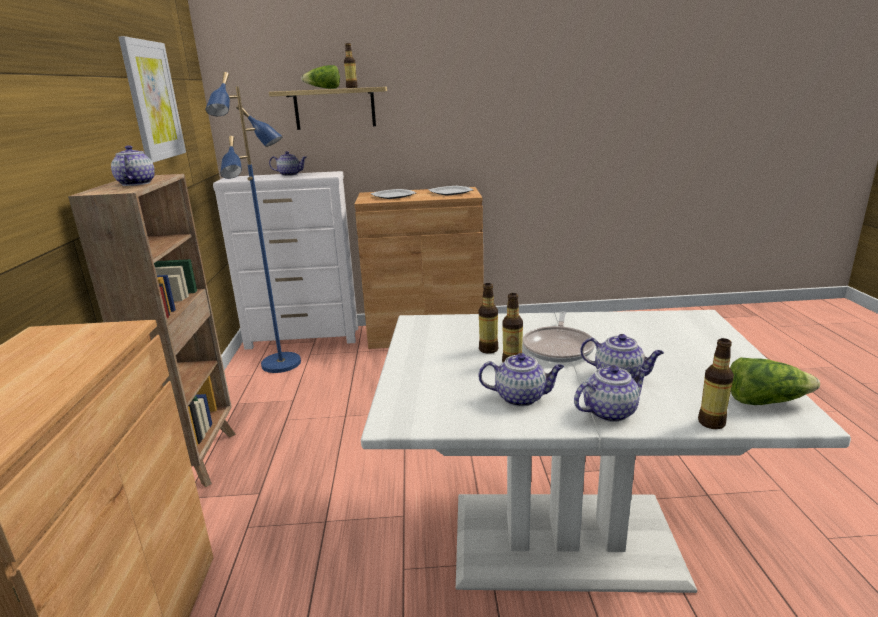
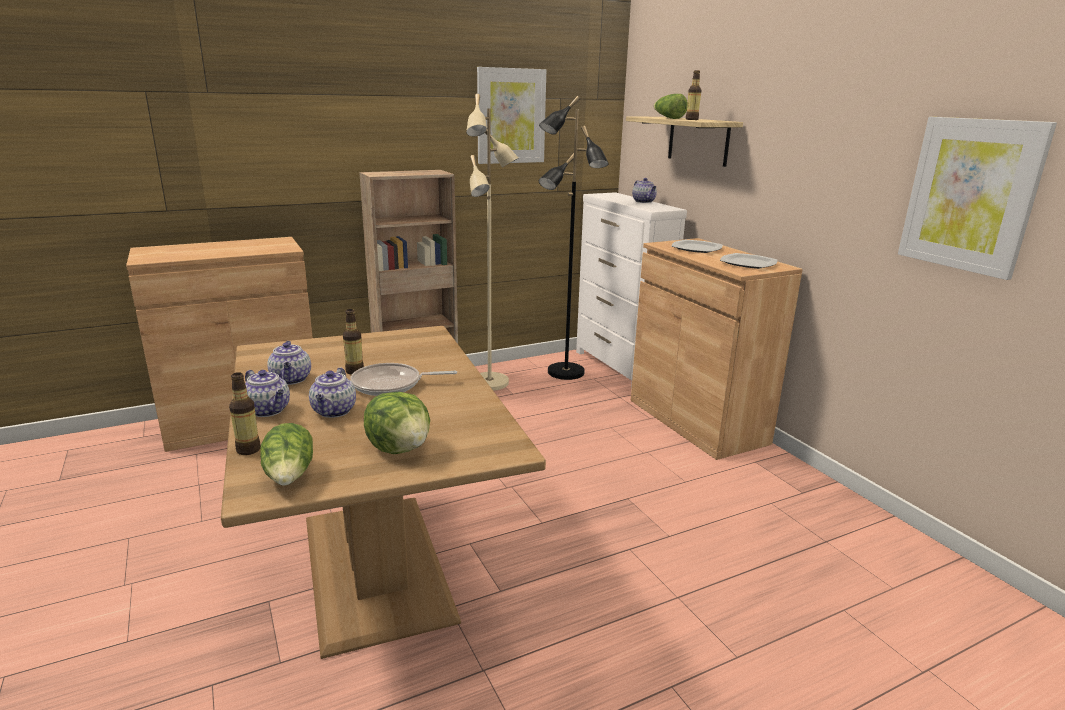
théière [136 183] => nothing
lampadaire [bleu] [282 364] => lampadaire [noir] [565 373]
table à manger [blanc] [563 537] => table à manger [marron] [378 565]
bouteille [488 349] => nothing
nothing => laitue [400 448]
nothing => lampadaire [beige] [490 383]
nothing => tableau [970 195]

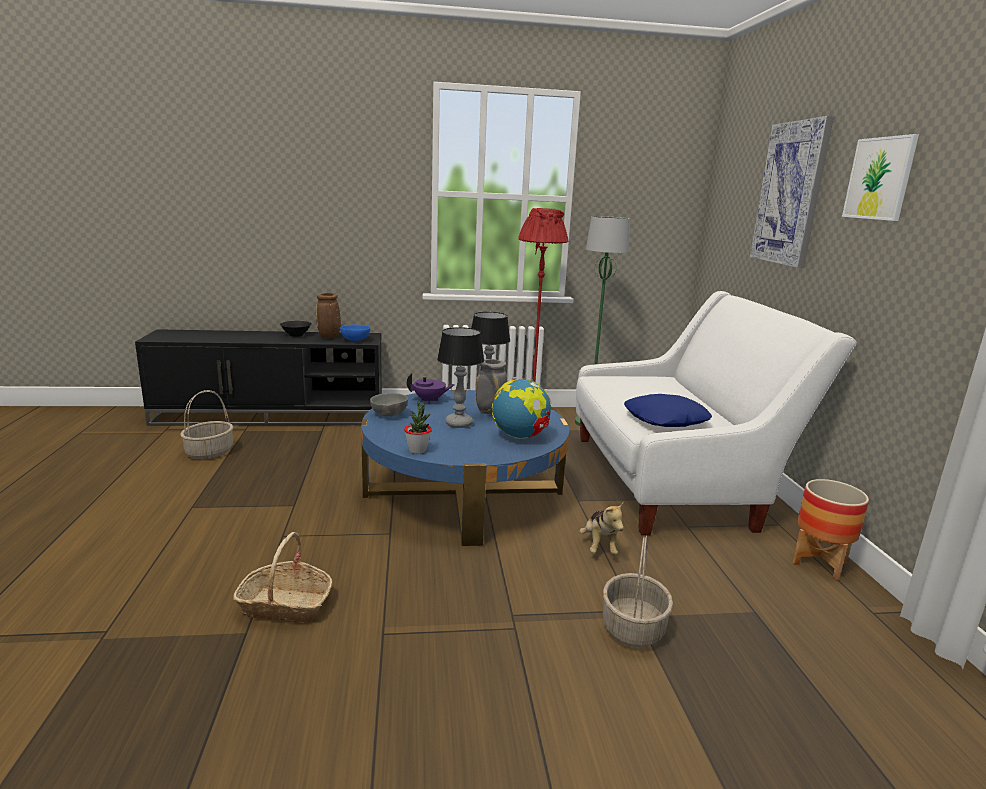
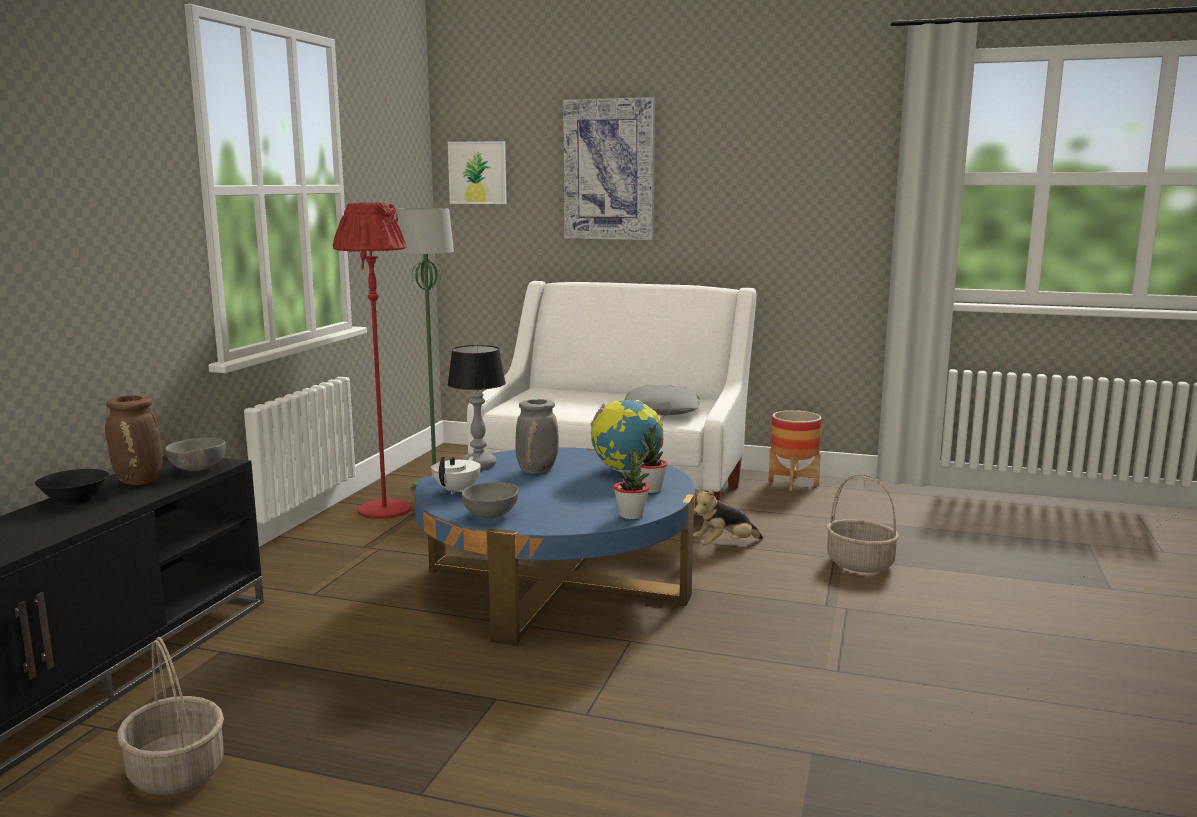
panier [285 605] => nothing
bol [bleu] [354 340] => bol [gris] [197 469]
théière [violet] [430 400] => théière [blanc] [457 490]
lampe de table [458 424] => nothing
peluche [599 546] => peluche [725 546], 135 degrees clockwise
coussin [bleu] [666 419] => coussin [gris] [662 410]
tableau [879 178] => tableau [477 172], shifted
nothing => plante en pot [650 489]

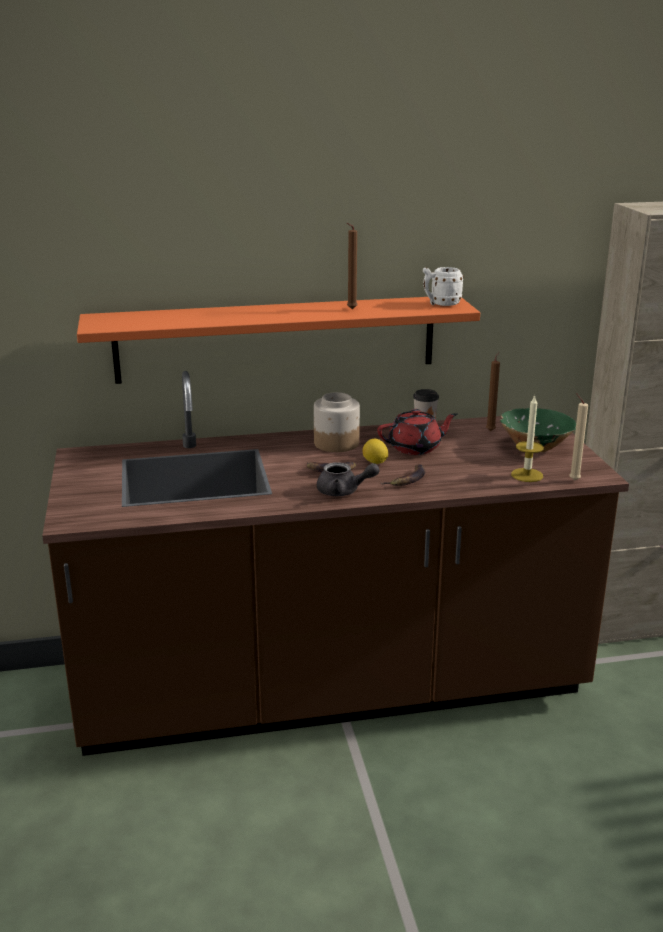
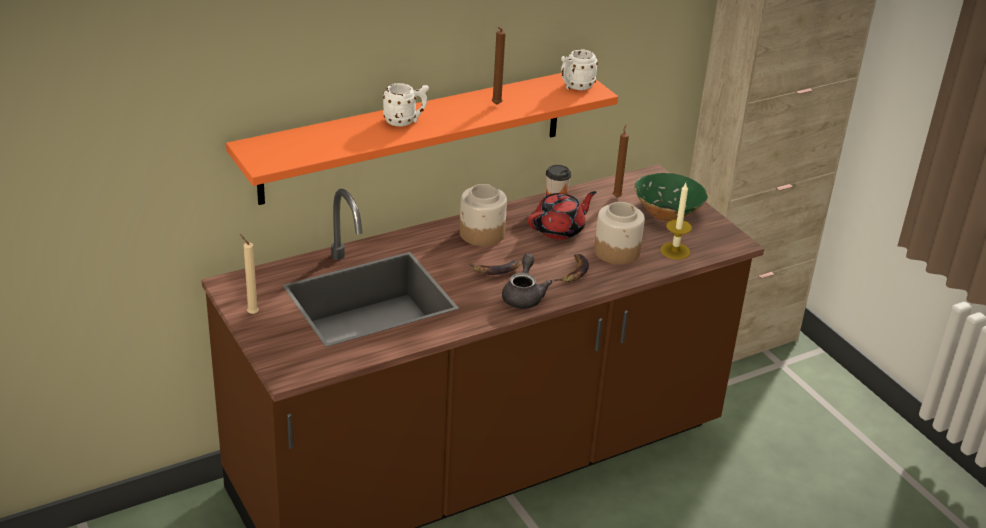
théière [gris] [343 491] => théière [gris] [523 296], 75 degrees counterclockwise
citron [375 462] => nothing
bougie [beige] [573 479] => bougie [beige] [251 313], shifted
nothing => mug [blanc] [405 121]
nothing => bocal [617 251]

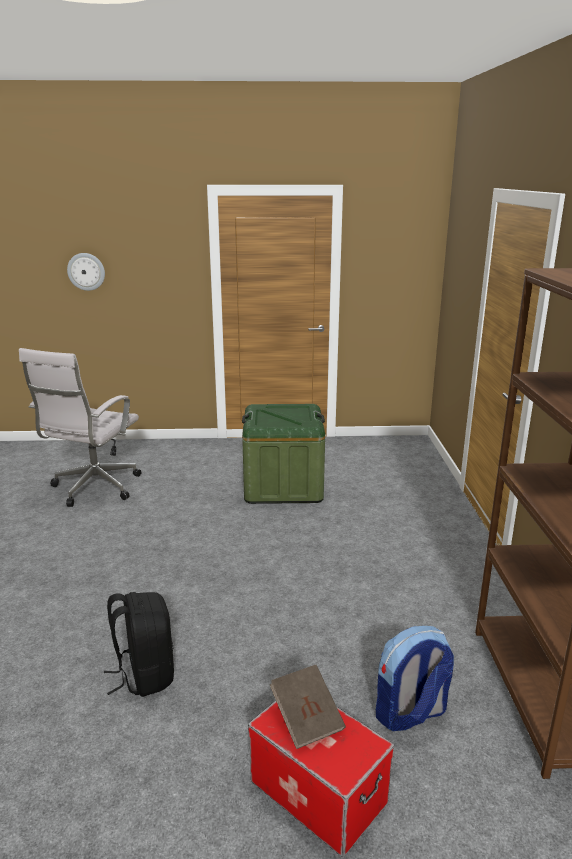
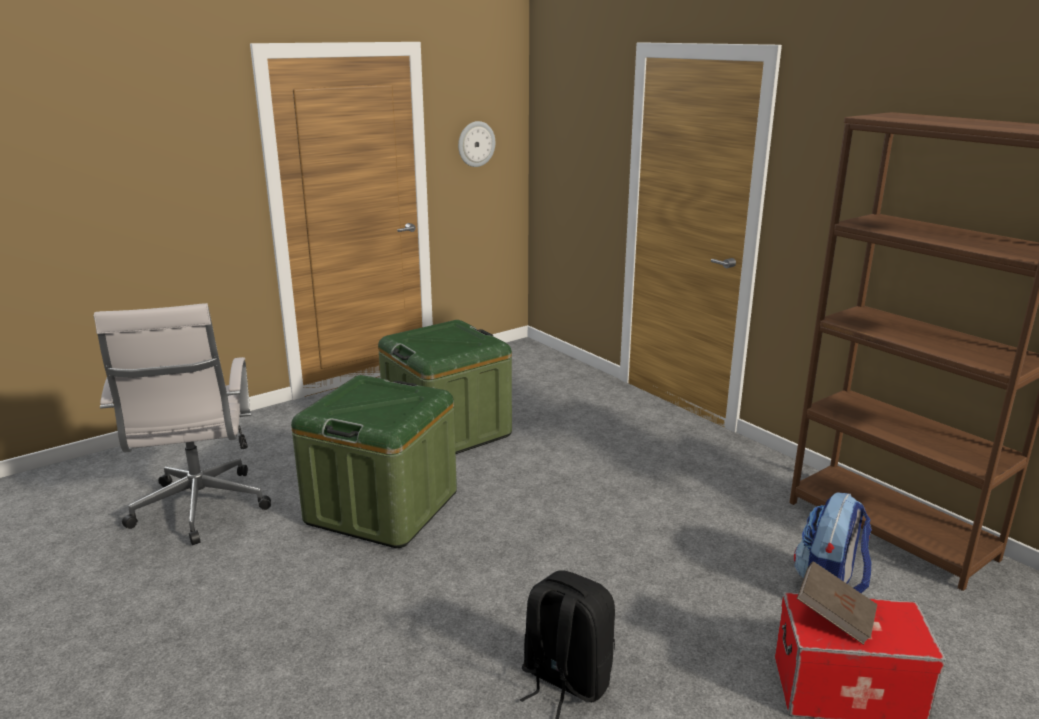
horloge murale [86 271] => horloge murale [476 144], shifted
nothing => boîte de rangement [vert] [382 507]

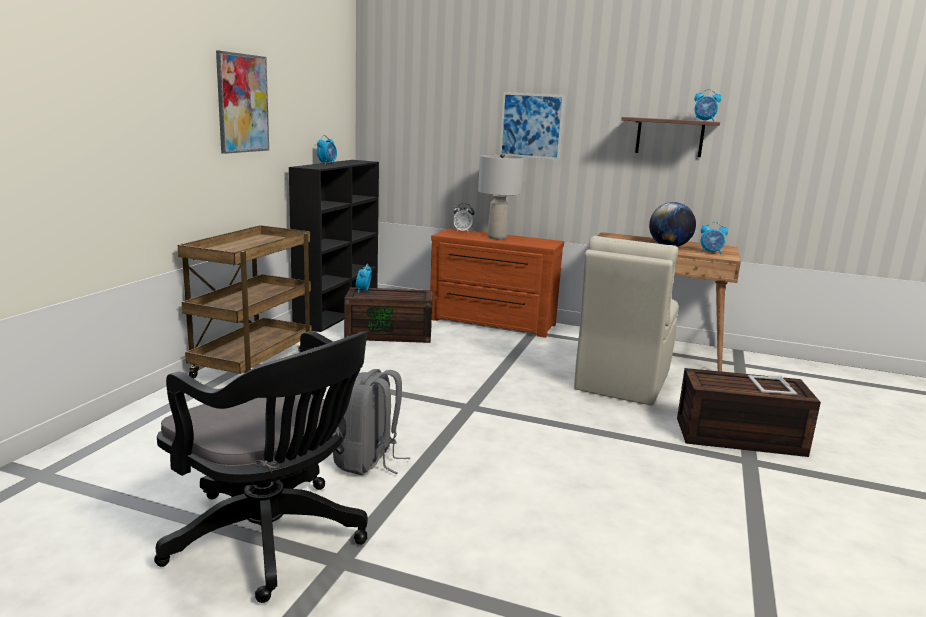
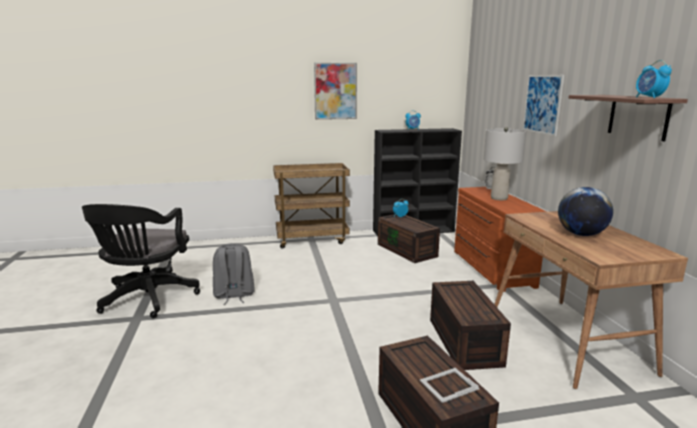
chaise [beige] [621 382] => boîte de rangement [marron] [462 341]
réveil [711 252] => nothing

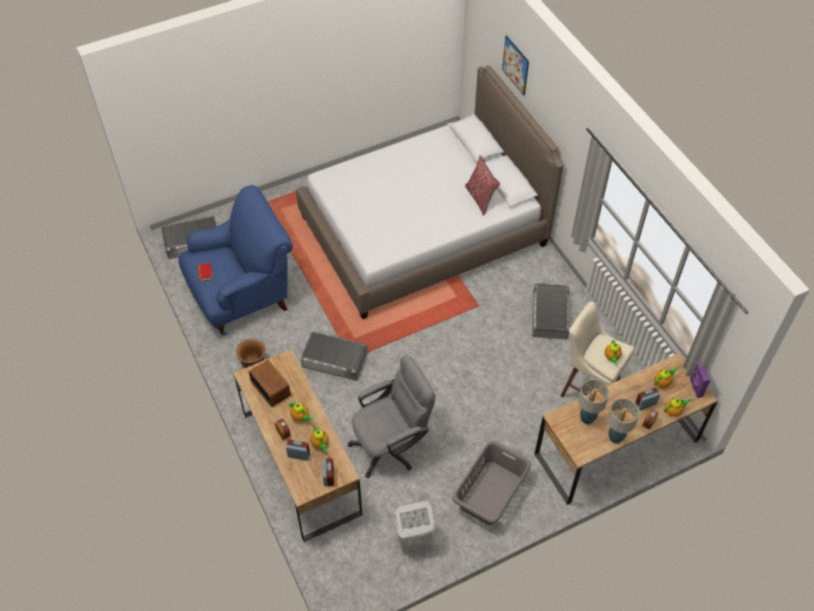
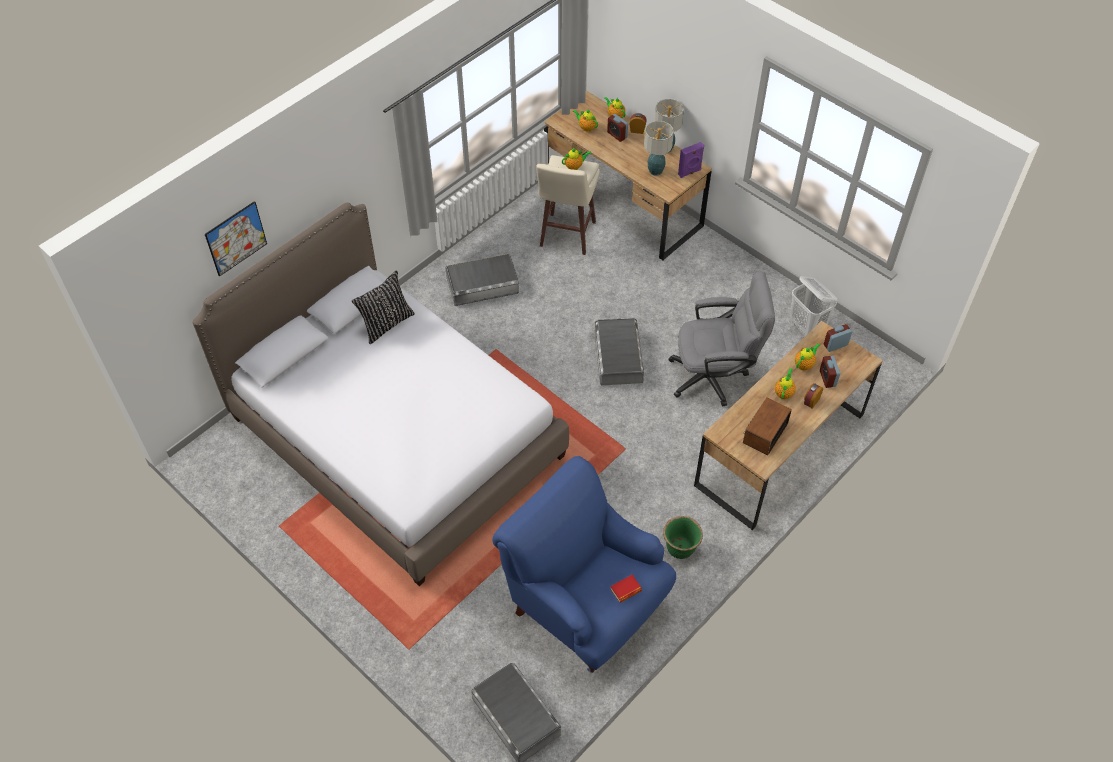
cache-pot [marron] [253 363] => cache-pot [vert] [680 548]
boîte de rangement [gris] [334 359] => boîte de rangement [gris] [618 356], shifted
chaise de bureau [gris] [391 445] => chaise de bureau [gris] [715 376], 135 degrees clockwise
panier à linge [gris] [489 493] => nothing
coussin [rouge] [480 198] => coussin [noir] [386 324]
enceinte [violet] [695 388] => enceinte [violet] [690 172], shifted

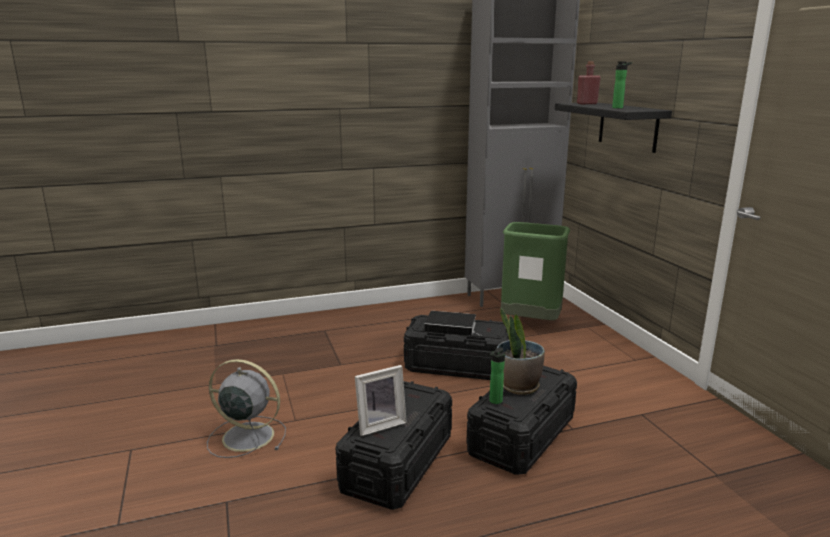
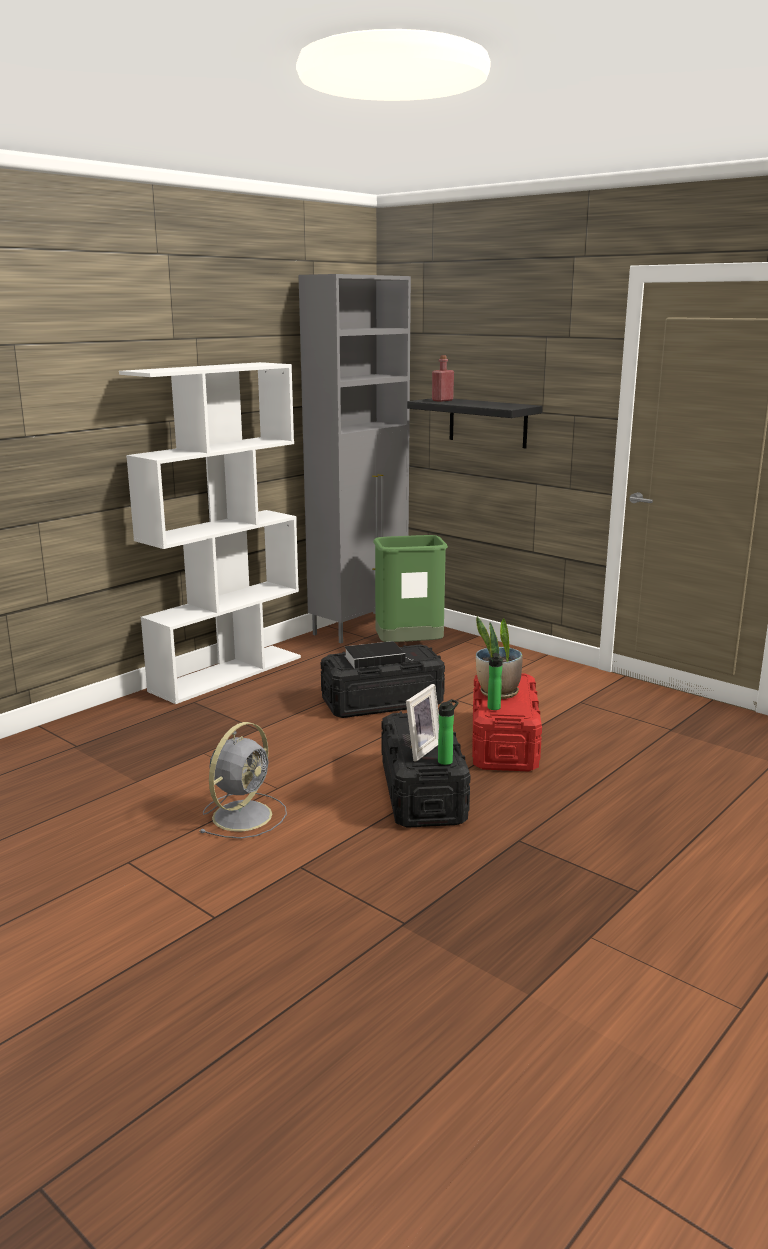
ventilateur [gris] [246 436] => ventilateur [gris] [244 815], 135 degrees clockwise
boîte de rangement [noir] [522 436] => boîte de rangement [rouge] [504 743]
bouteille [619 108] => bouteille [446 760], shifted
nothing => bibliothèque [blanc] [227 673]

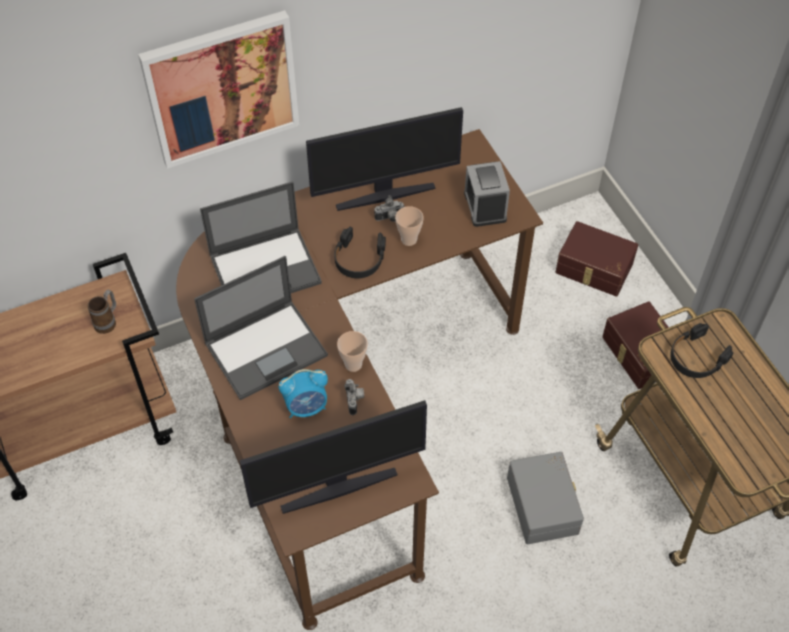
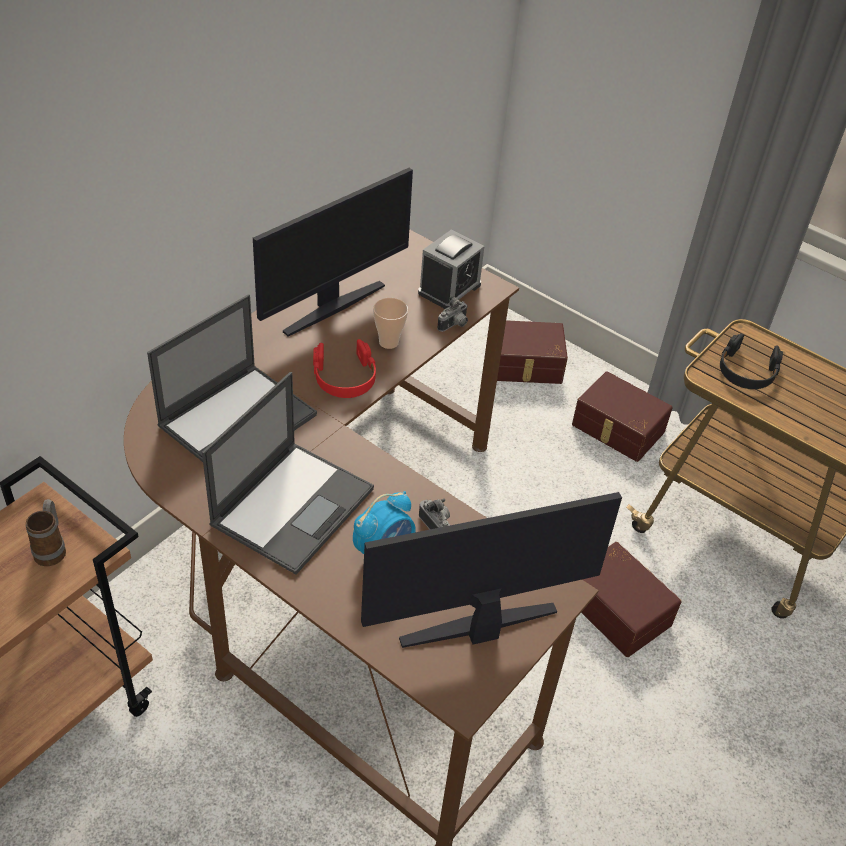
tableau [222 88] => nothing
écran d'ordinateur [338 487] => écran d'ordinateur [480 630], 150 degrees counterclockwise
casque audio [noir] [359 259] => casque audio [rouge] [344 377]
tasse [353 364] => nothing
appareil photo [390 218] => appareil photo [454 325], shifted
réveil [485 206] => réveil [449 289], 105 degrees counterclockwise
boîte de rangement [gris] [544 504] => boîte de rangement [marron] [619 608]

